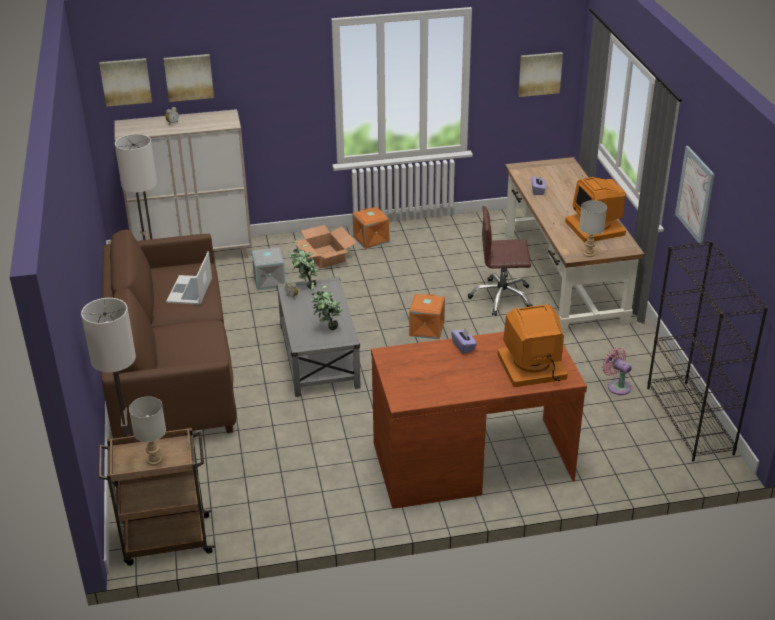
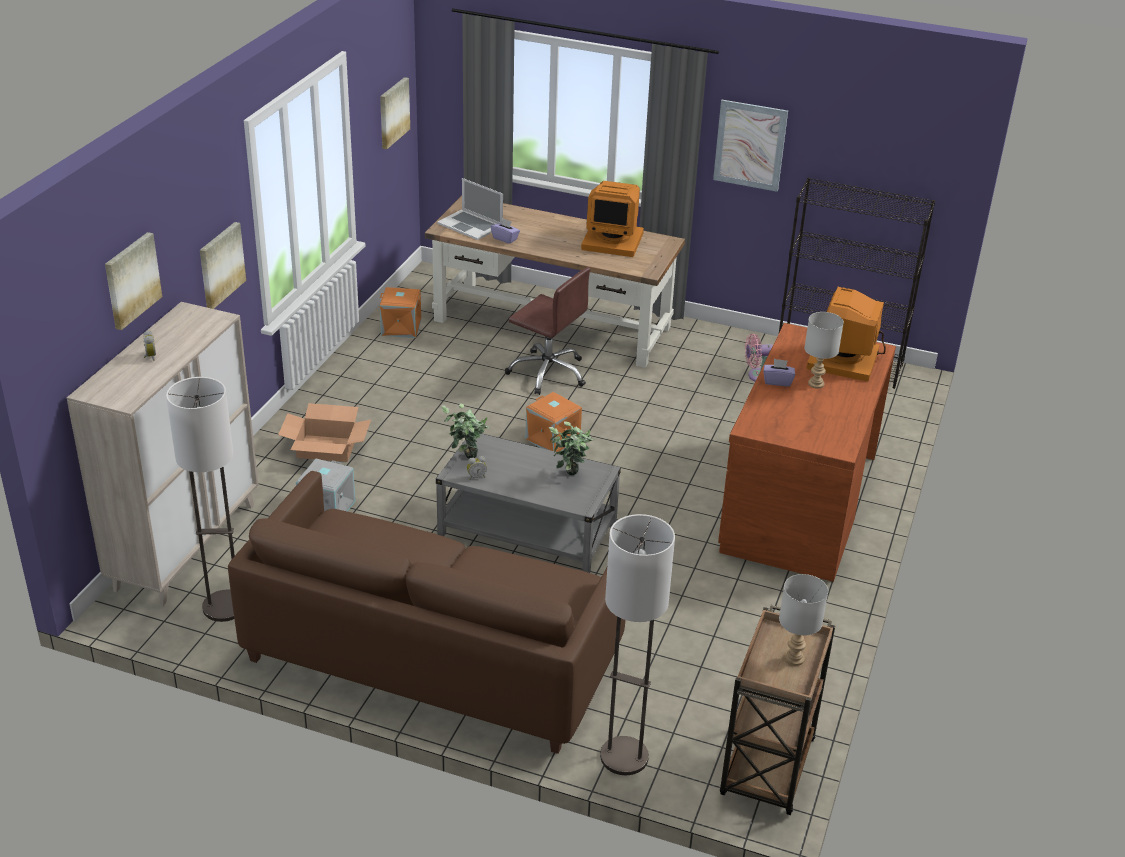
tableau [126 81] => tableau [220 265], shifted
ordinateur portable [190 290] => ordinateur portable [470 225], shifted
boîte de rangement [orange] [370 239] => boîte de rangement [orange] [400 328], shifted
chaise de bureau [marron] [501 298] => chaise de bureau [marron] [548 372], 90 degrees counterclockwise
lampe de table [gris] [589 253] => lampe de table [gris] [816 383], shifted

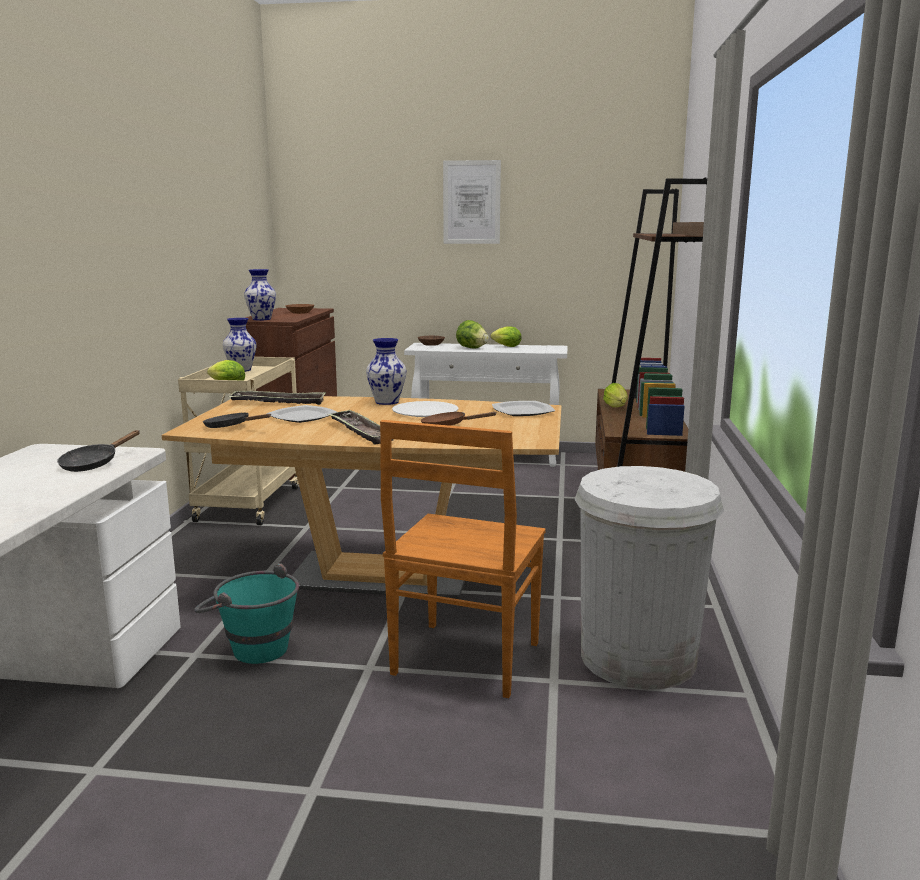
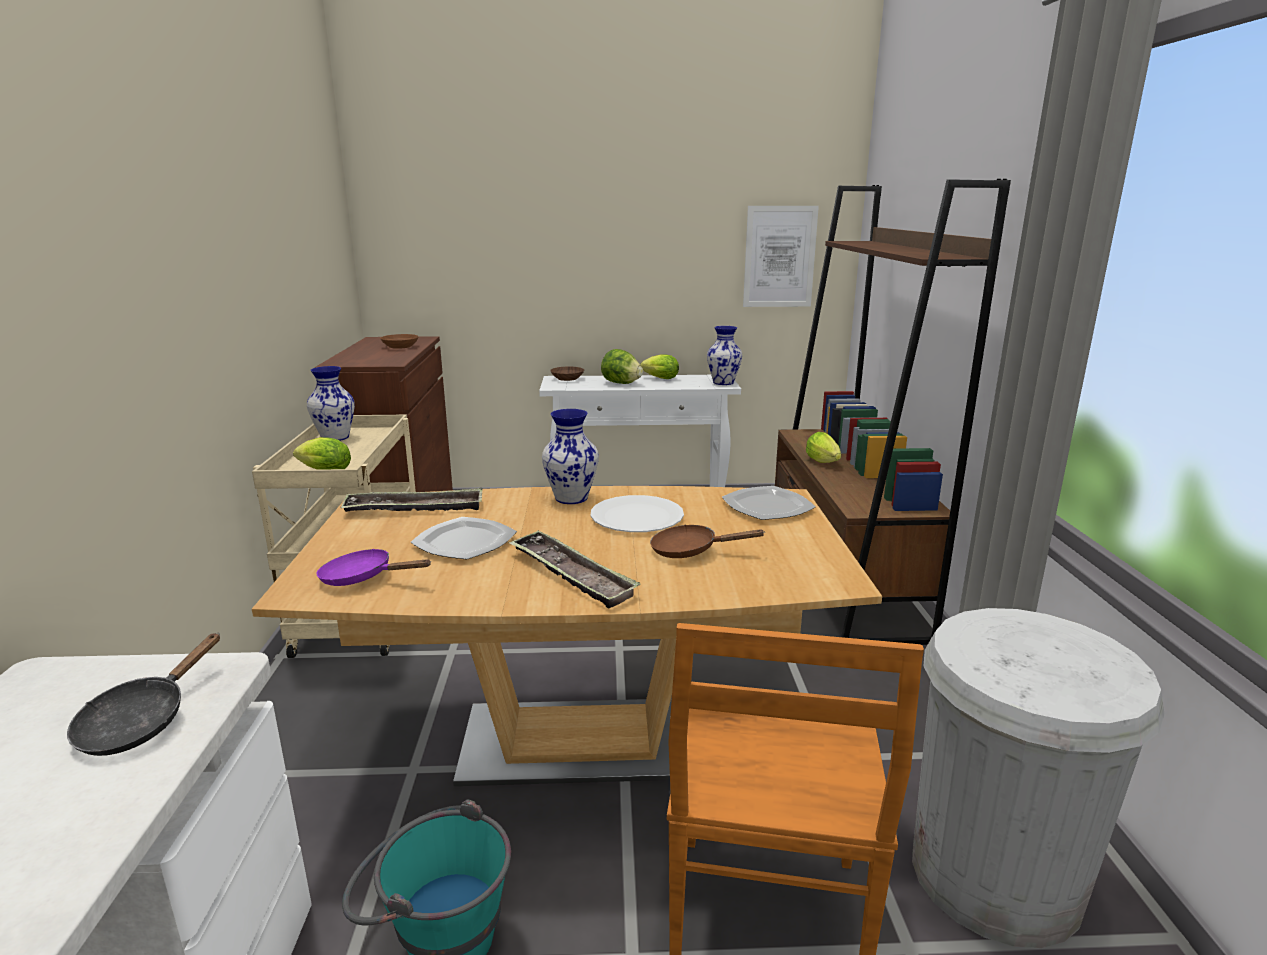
poêle [noir] [231 427] => poêle [violet] [363 578]
vase [262 319] => vase [724 382], shifted
tableau [471 202] => tableau [779 257], shifted

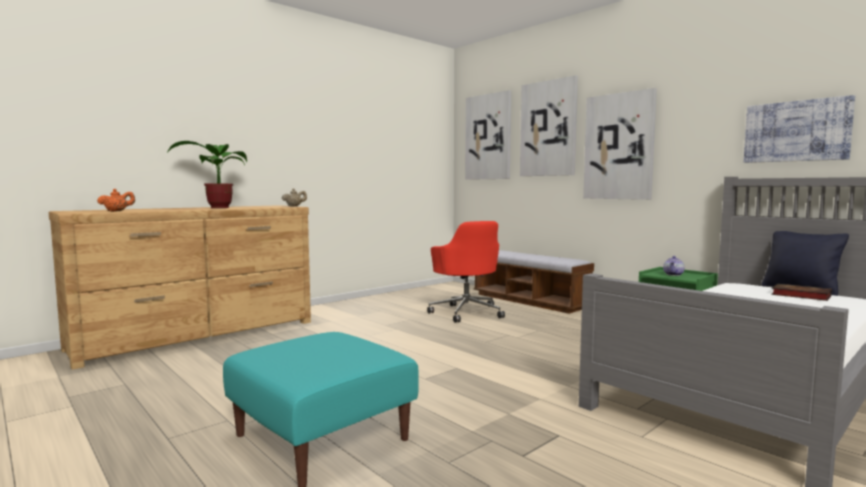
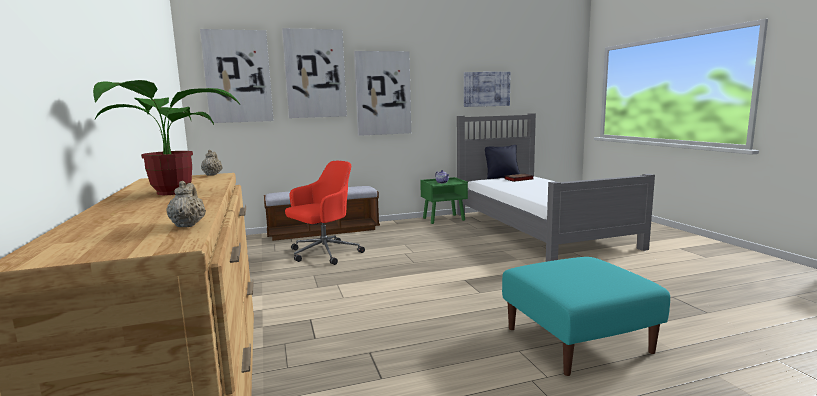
théière [orange] [117 211] => théière [beige] [188 225]
chaise de bureau [rouge] [466 312] => chaise de bureau [rouge] [323 254], 45 degrees counterclockwise

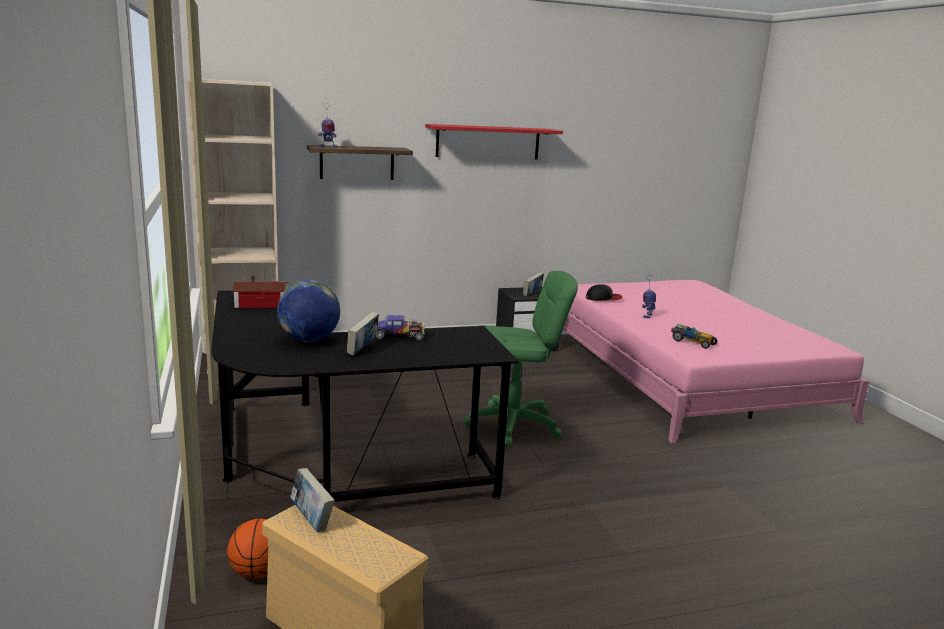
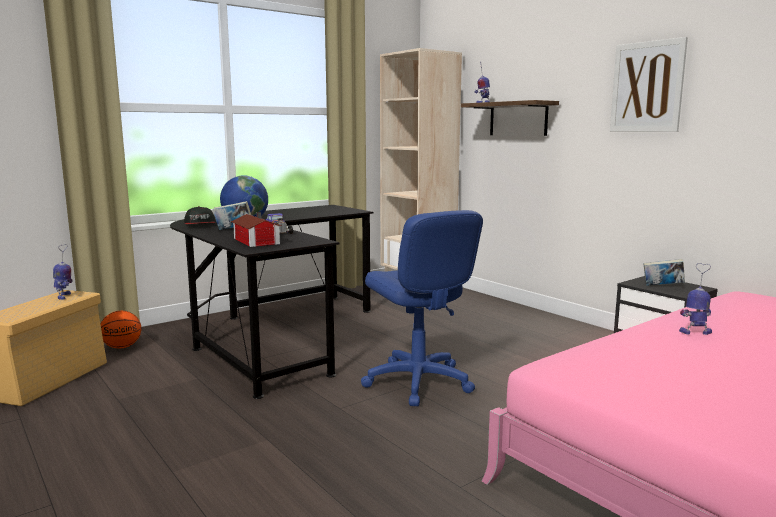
maison miniature [262 304] => maison miniature [255 241], shifted
livre [311 519] => robot jouet [64 296]
étagère [rouge] [488 142] => tableau [647 87]
chaise de bureau [vert] [513 425] => chaise de bureau [bleu] [418 382]
casquette [604 298] => casquette [200 224], shifted
petite voiture [691 341] => nothing

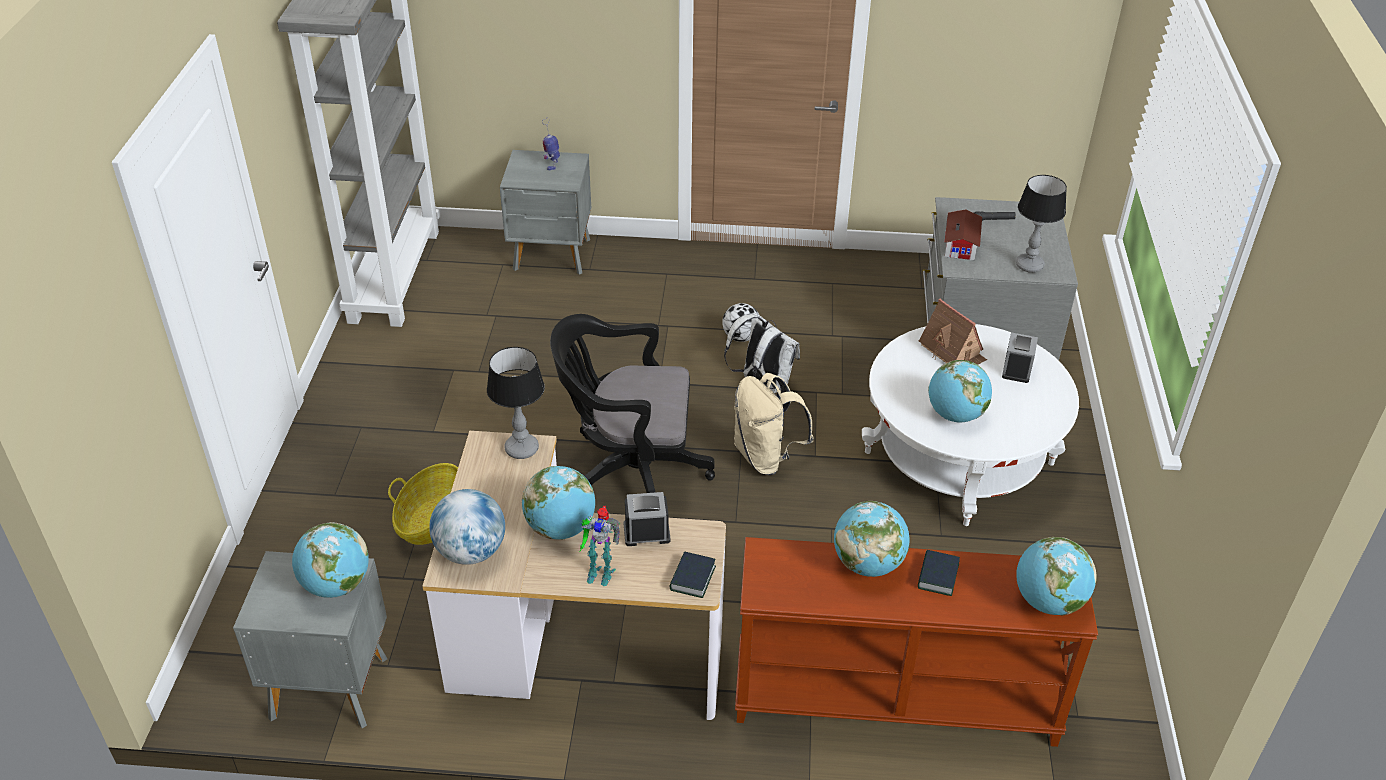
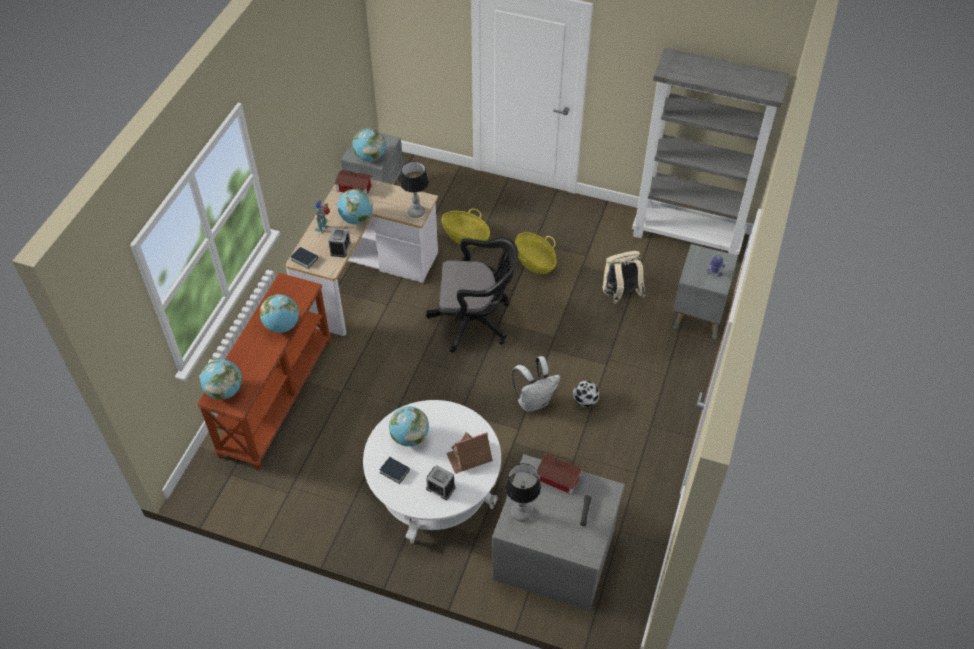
globe [471 552] => maison miniature [355 188]
chaise de bureau [noir] [630 472] => chaise de bureau [noir] [475 321], 75 degrees clockwise
sac à dos [beige] [766 457] => sac à dos [beige] [620 295], shifted
livre [937 576] => livre [394 471], shifted
nothing => panier [535 261]

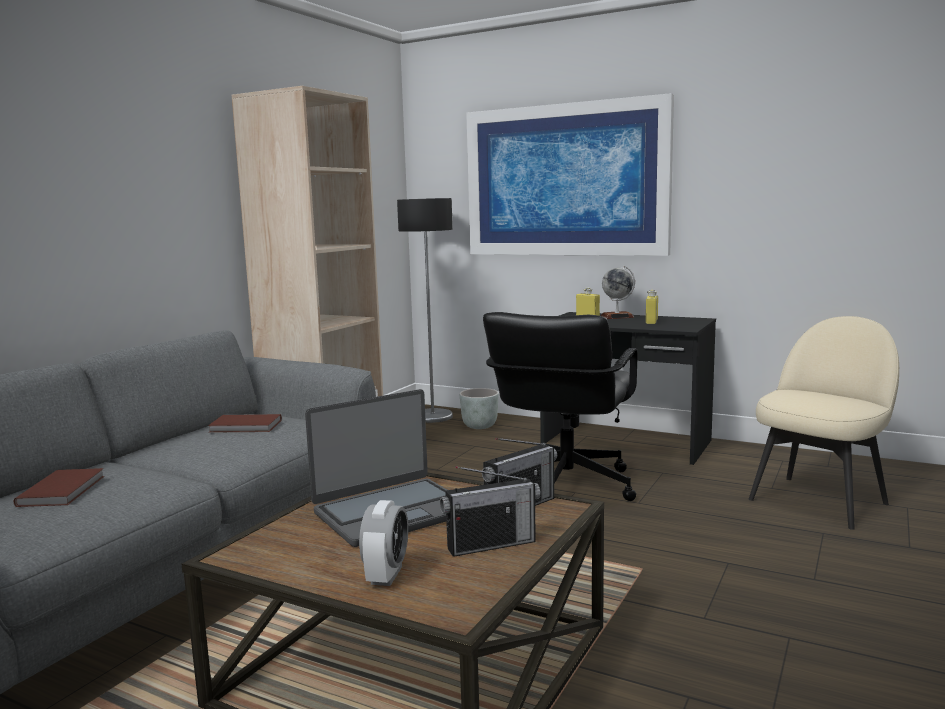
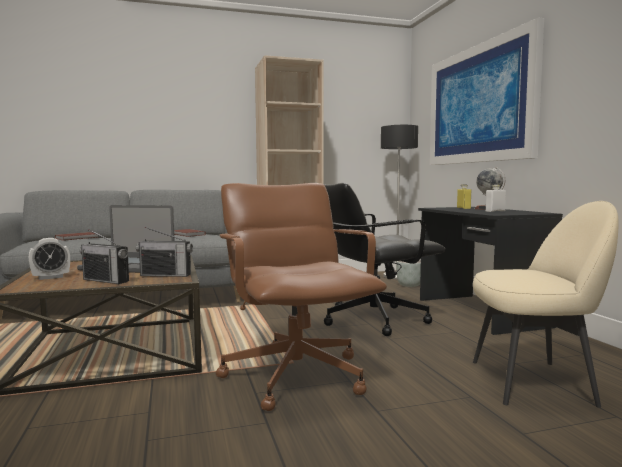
bouteille [jaune] [651 322] => bouteille [blanc] [495 211]
nothing => chaise de bureau [marron] [296 375]

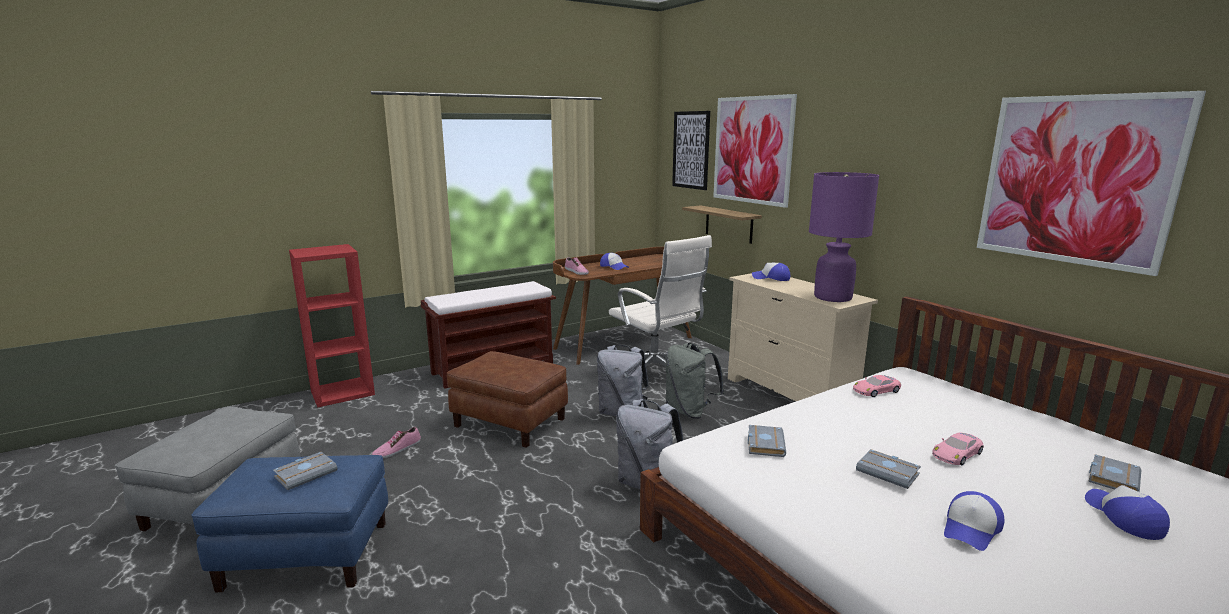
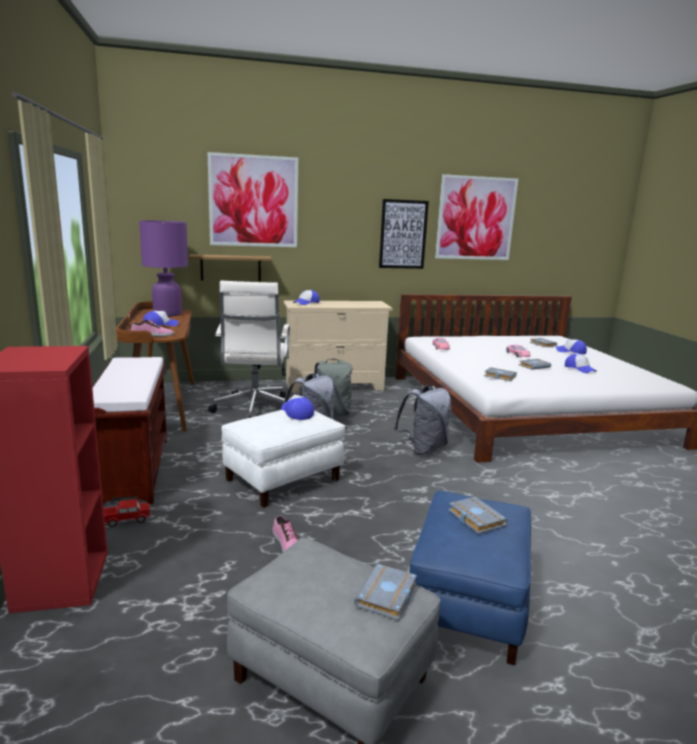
pouf [marron] [509 423] => pouf [blanc] [283 480]
chaise de bureau [blanc] [656 375] => chaise de bureau [blanc] [254 410], 105 degrees clockwise
tableau [691 150] => tableau [403 234], shifted
lampe de table [violet] [832 297] => lampe de table [violet] [167 314], shifted
nothing => camion jouet [125 520]
nothing => casquette [296 412]
nothing => livre [gris] [387 597]

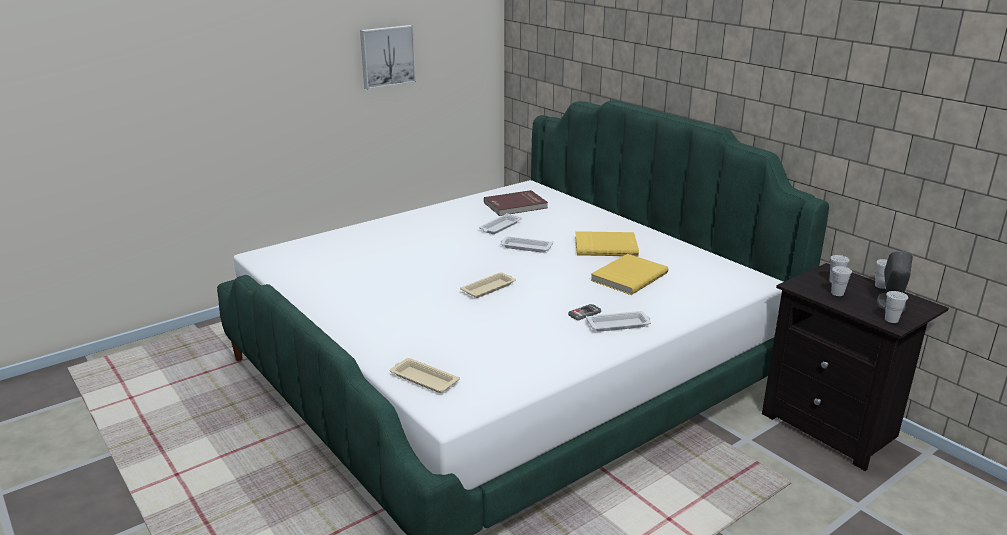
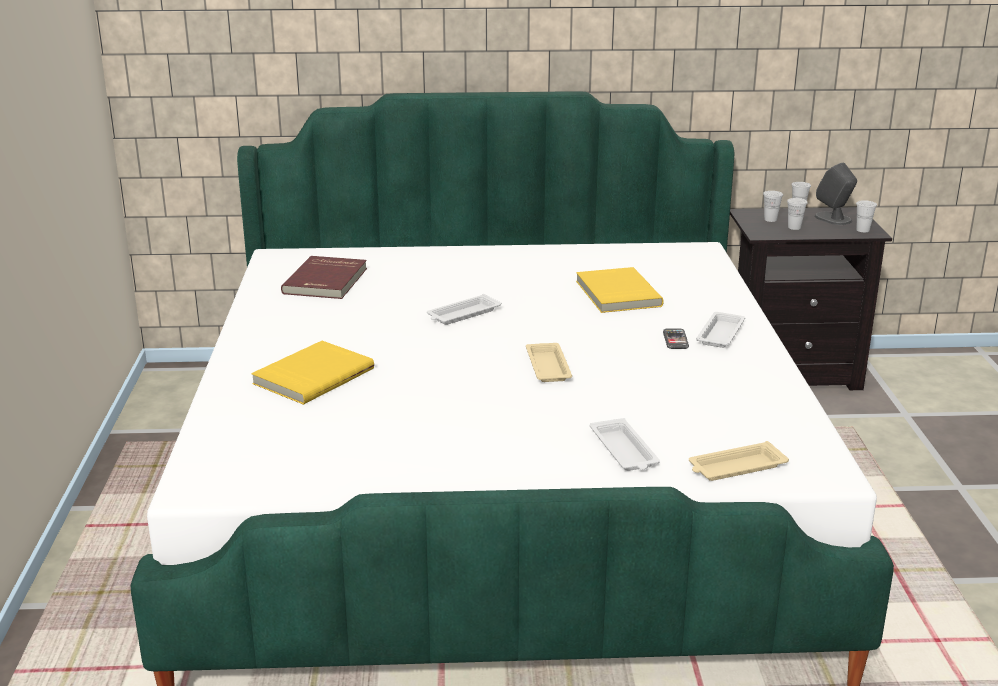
tableau [387 56] => nothing
plateau [blanc] [499 227] => plateau [blanc] [624 451], shifted
livre [jaune] [605 246] => livre [jaune] [312 376], shifted

